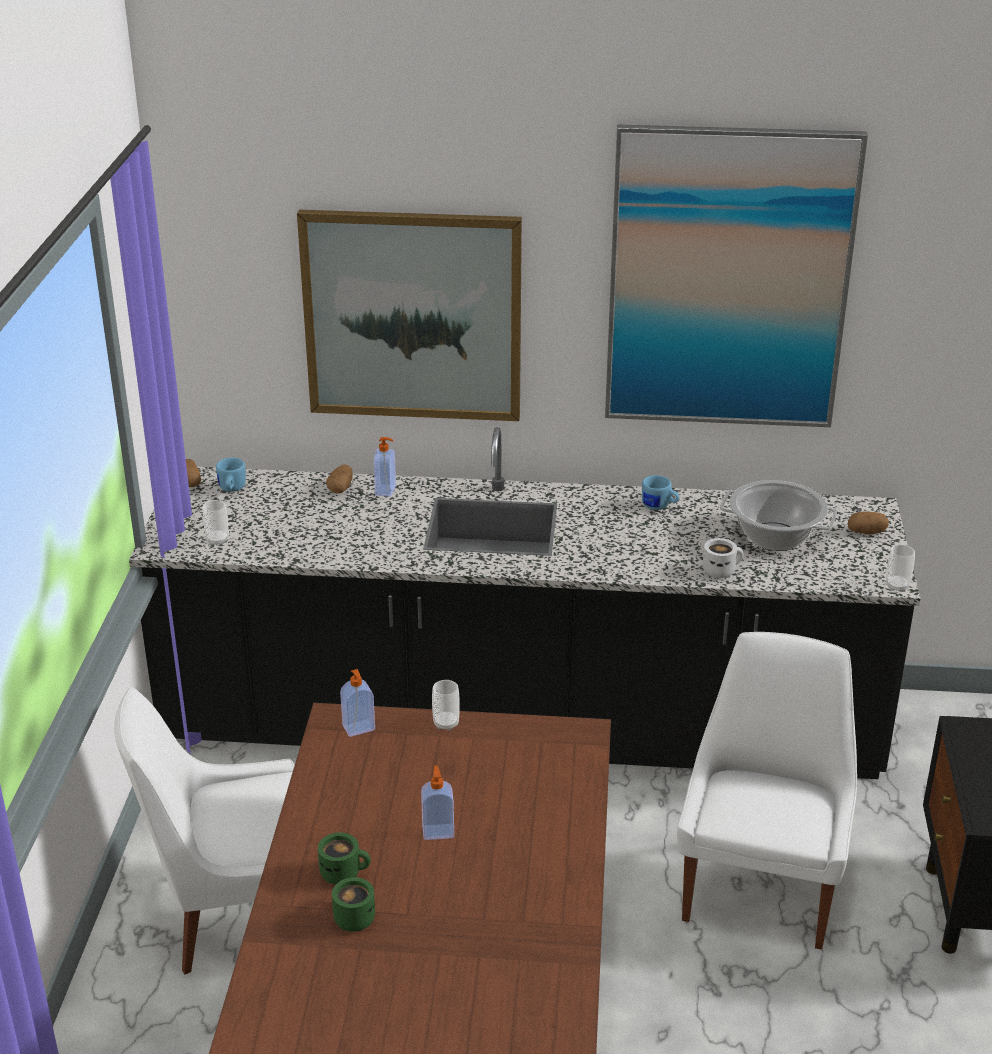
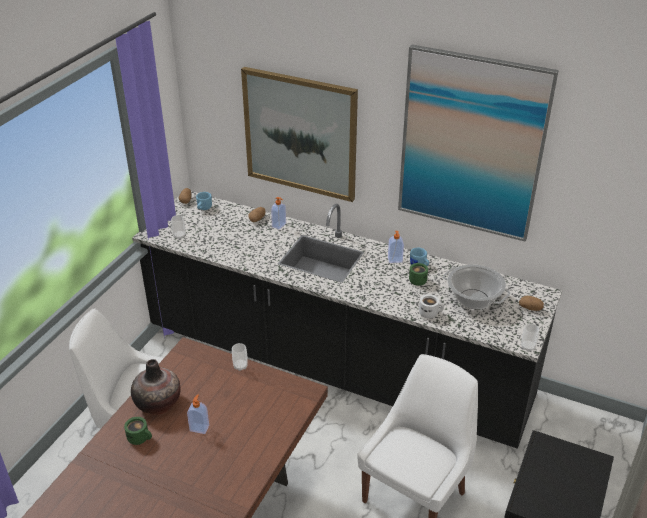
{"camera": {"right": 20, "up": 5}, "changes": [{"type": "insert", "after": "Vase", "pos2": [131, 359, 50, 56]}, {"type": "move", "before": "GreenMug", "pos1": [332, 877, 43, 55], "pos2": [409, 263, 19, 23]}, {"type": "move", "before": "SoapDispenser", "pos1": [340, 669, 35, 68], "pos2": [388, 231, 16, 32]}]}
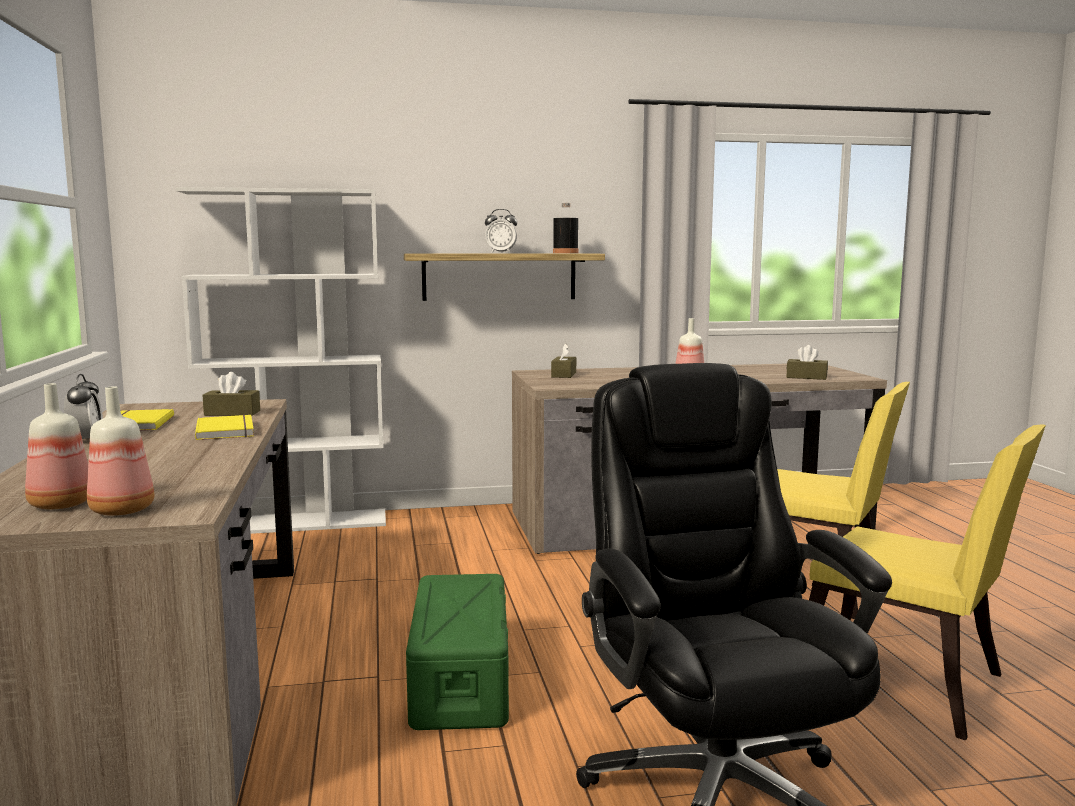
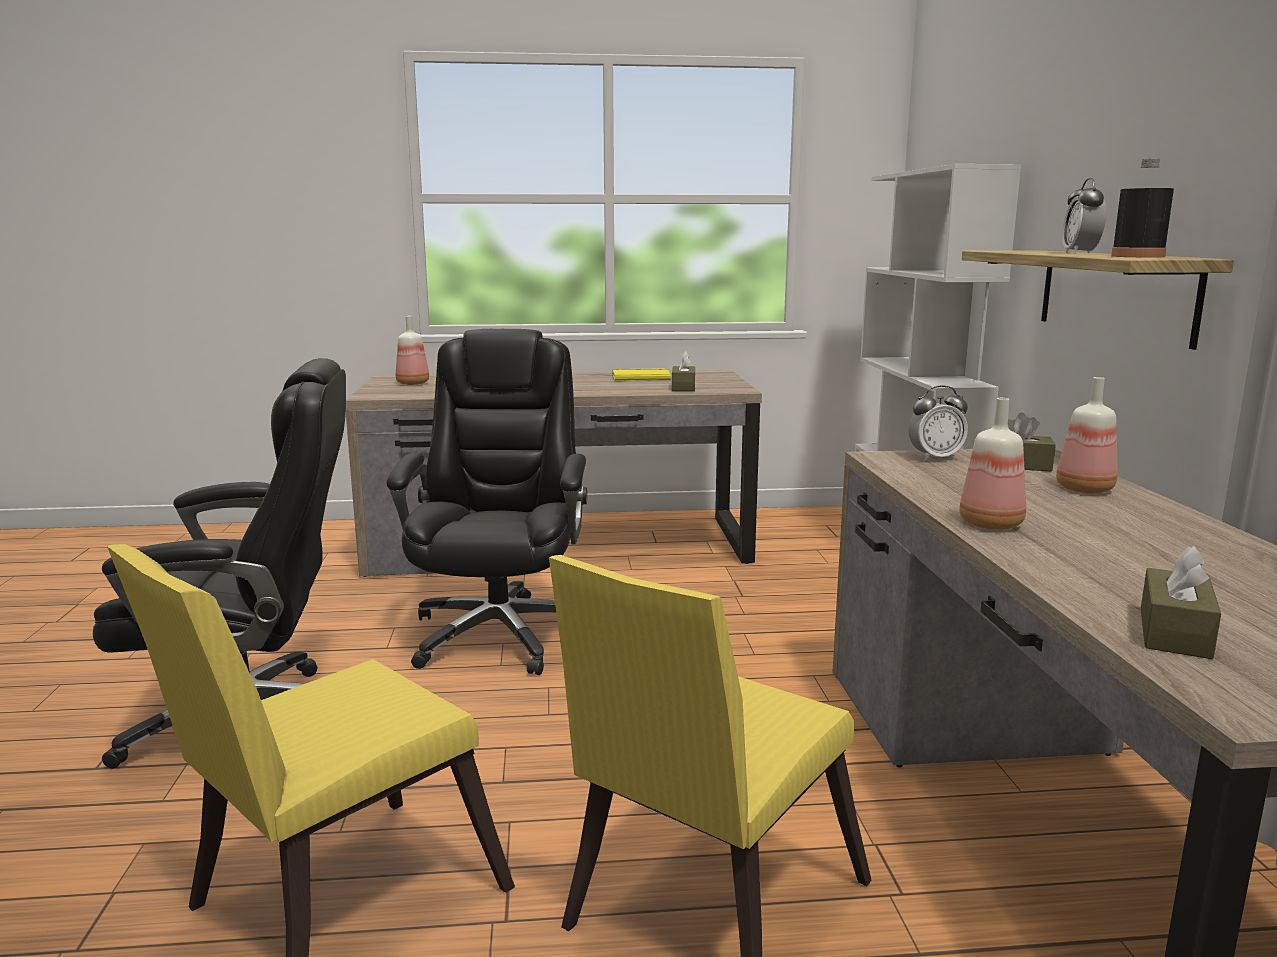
{"camera": {"right": 95, "up": 5}, "changes": [{"type": "delete", "before": "YellowBook", "pos1": [195, 415, 59, 25]}, {"type": "move", "before": "AlarmClock", "pos1": [64, 374, 39, 65], "pos2": [908, 385, 60, 76]}, {"type": "move", "before": "Bottle", "pos1": [87, 386, 67, 130], "pos2": [1056, 377, 61, 116]}, {"type": "replace", "before": "GreenStorageBox", "after": "BlackOfficeChair", "pos1": [406, 574, 103, 156], "pos2": [386, 329, 201, 346]}]}
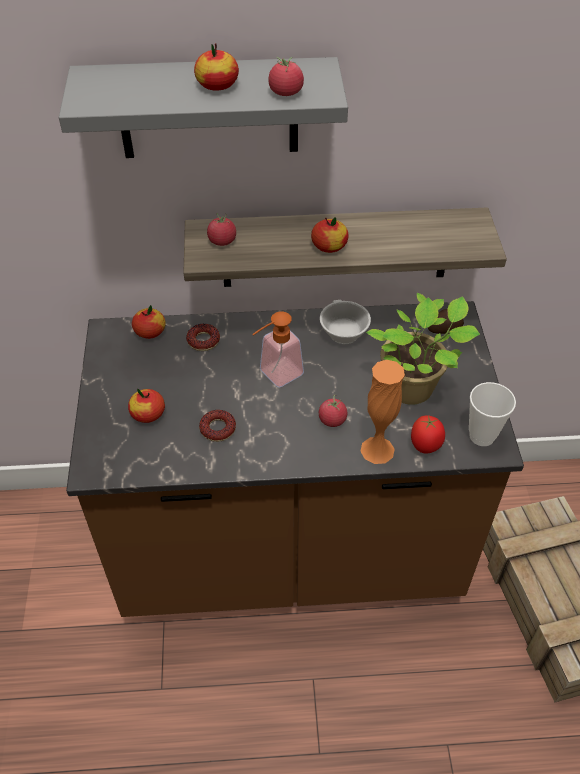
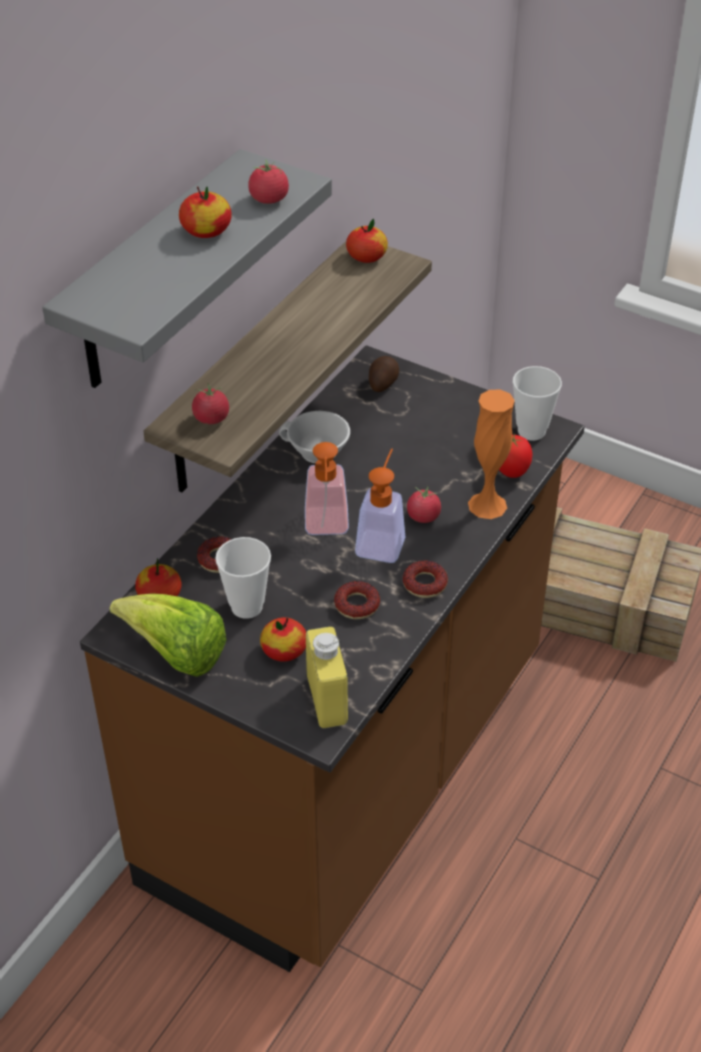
{"camera": {"right": -55, "up": -5}, "changes": [{"type": "delete", "before": "PottedPlant", "pos1": [366, 293, 114, 112]}, {"type": "insert", "after": "Lettuce", "pos2": [110, 593, 117, 84]}, {"type": "insert", "after": "Cup", "pos2": [215, 537, 56, 82]}, {"type": "insert", "after": "YellowBottle", "pos2": [306, 627, 42, 101]}, {"type": "insert", "after": "SoapDispenser", "pos2": [355, 449, 50, 114]}, {"type": "insert", "after": "Donut", "pos2": [403, 560, 45, 38]}, {"type": "move", "before": "Apple", "pos1": [311, 217, 38, 36], "pos2": [346, 219, 42, 44]}]}
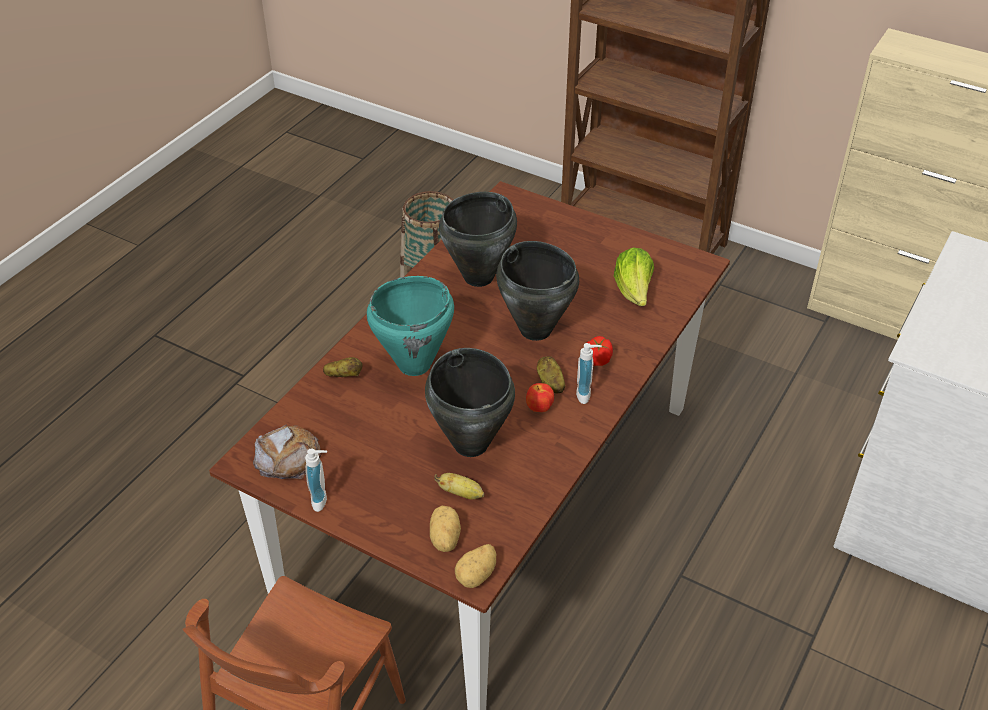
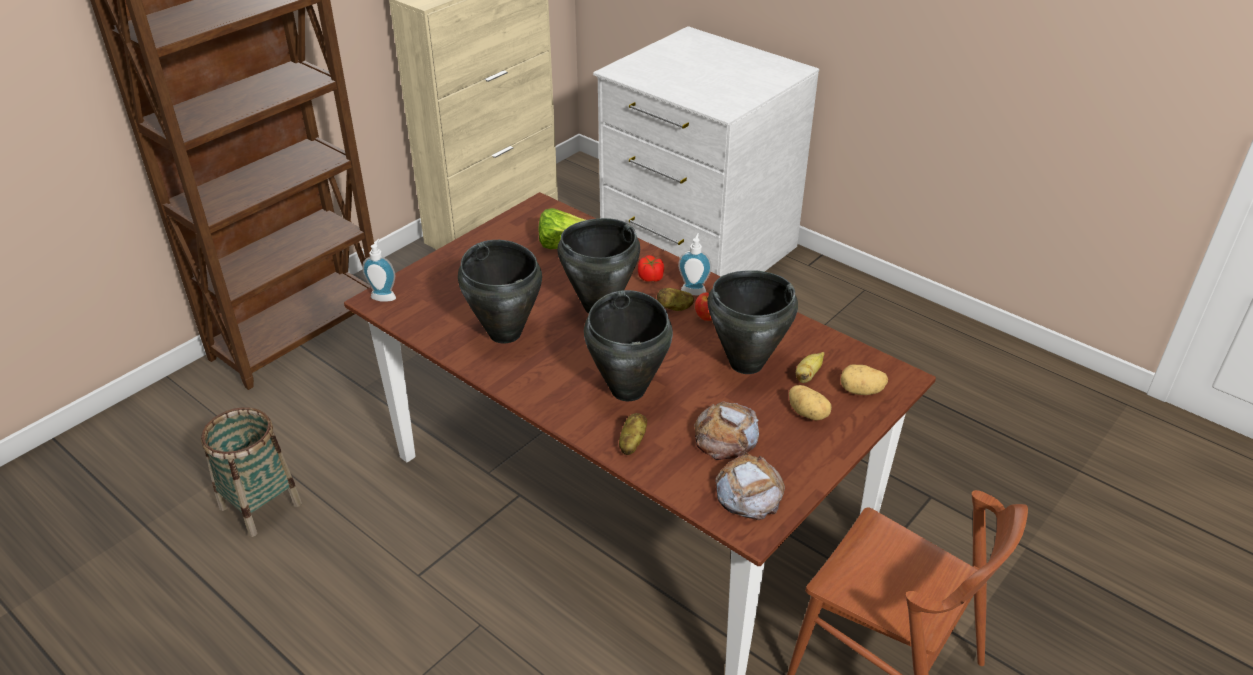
{"camera": {"right": -80, "up": -5}, "changes": [{"type": "insert", "after": "Bread", "pos2": [694, 402, 65, 58]}, {"type": "move", "before": "SoapDispenser", "pos1": [305, 448, 22, 64], "pos2": [362, 239, 34, 63]}, {"type": "move", "before": "Potato", "pos1": [455, 544, 41, 44], "pos2": [789, 385, 43, 35]}, {"type": "recolor", "before": "TurquoiseCookingPot", "after": "BlackCookingPot", "pos1": [367, 276, 87, 100], "pos2": [584, 290, 89, 111]}]}
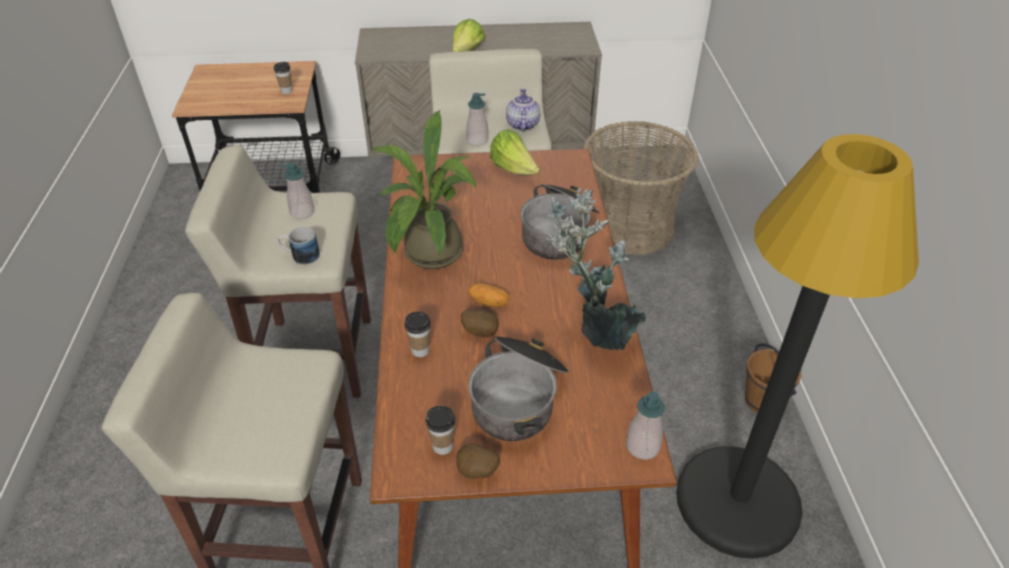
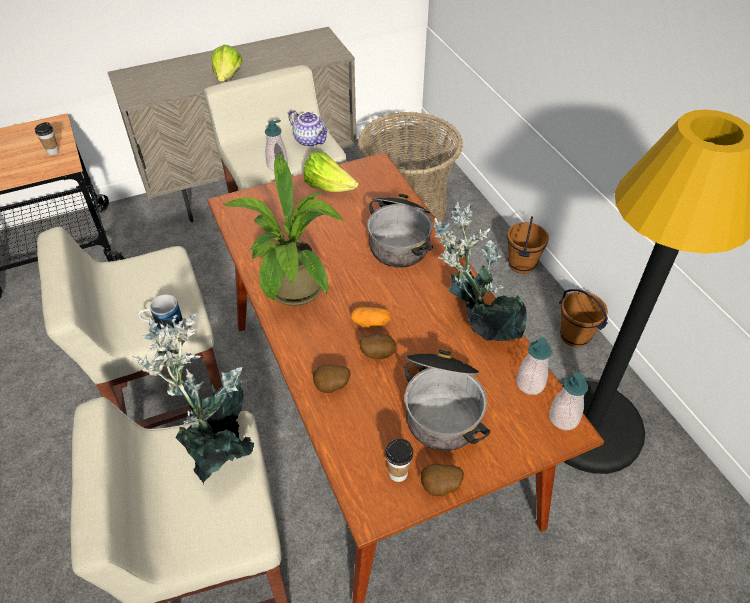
{"camera": {"right": -20, "up": 5}, "changes": [{"type": "insert", "after": "PottedPlant", "pos2": [132, 311, 123, 174]}, {"type": "insert", "after": "BrownBucket", "pos2": [507, 216, 42, 58]}, {"type": "move", "before": "SoapDispenser", "pos1": [281, 162, 34, 57], "pos2": [516, 337, 36, 58]}, {"type": "replace", "before": "Cup", "after": "Potato", "pos1": [404, 312, 27, 45], "pos2": [313, 365, 37, 28]}, {"type": "rotate", "before": "Teapot", "pos1": [506, 88, 35, 43], "pos2": [289, 110, 40, 37], "turn": 150}]}
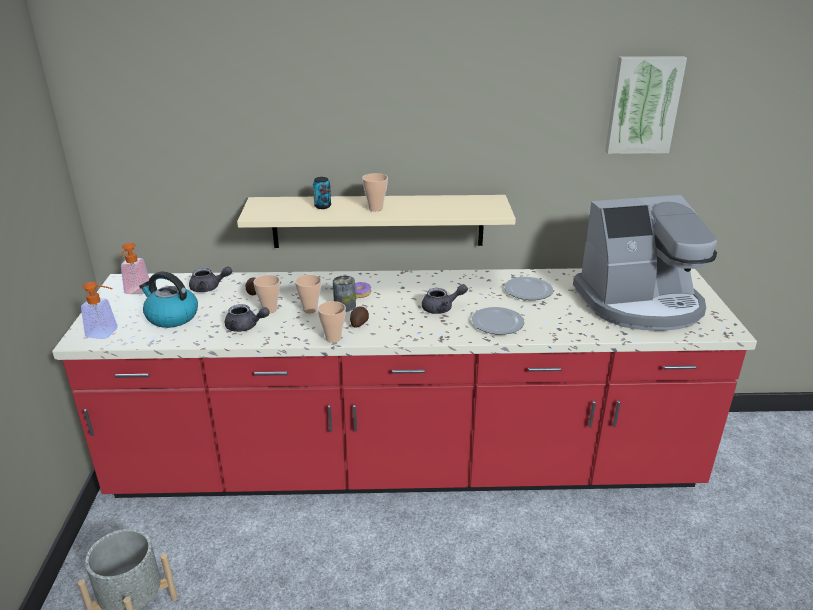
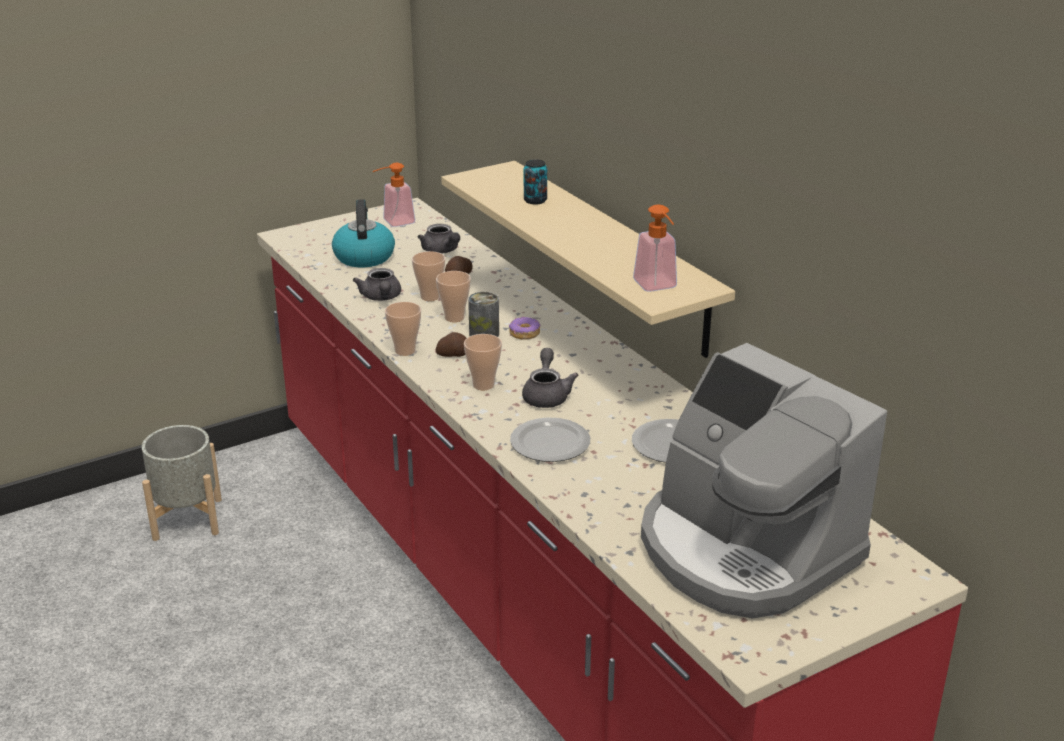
{"camera": {"right": 60, "up": 0}, "changes": [{"type": "delete", "before": "Picture", "pos1": [605, 56, 82, 98]}, {"type": "move", "before": "SoapDispenser", "pos1": [81, 282, 37, 57], "pos2": [633, 205, 44, 87]}, {"type": "move", "before": "Cup", "pos1": [362, 173, 26, 38], "pos2": [464, 334, 38, 56]}, {"type": "rotate", "before": "GreyTeapot", "pos1": [422, 284, 46, 30], "pos2": [522, 348, 57, 60], "turn": -135}]}
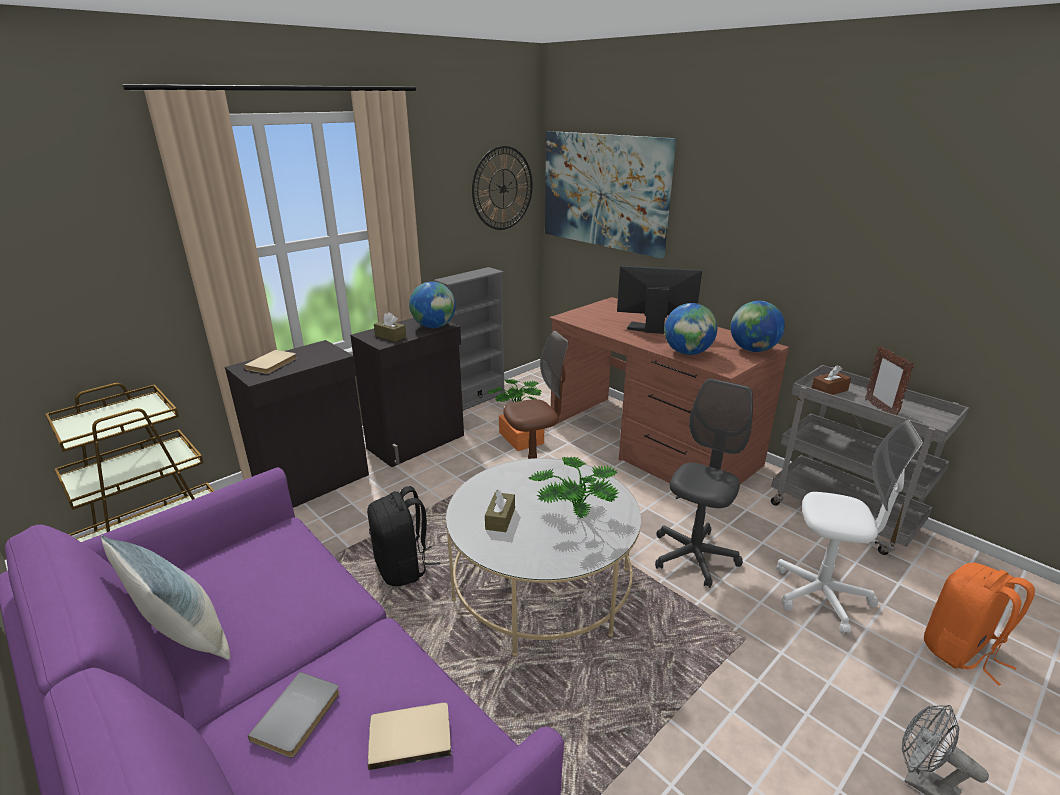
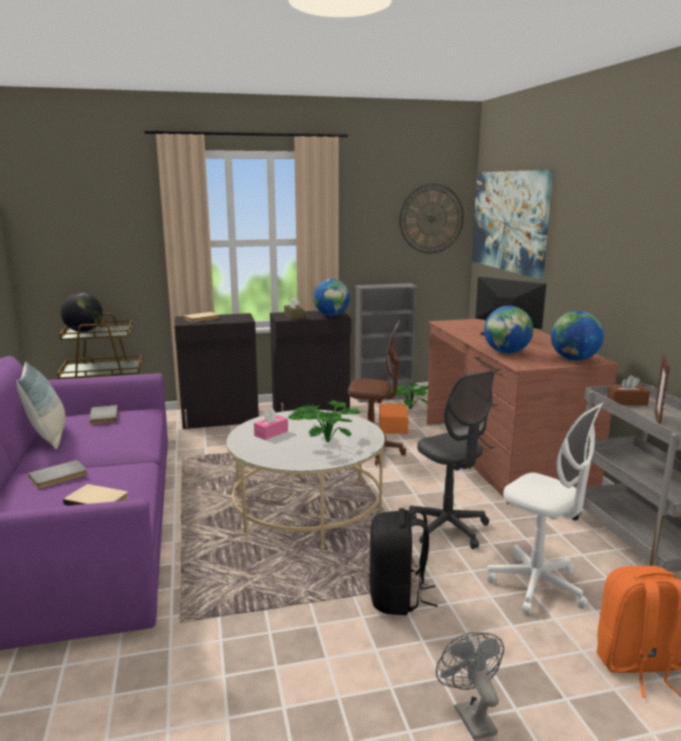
{"camera": {"right": 30, "up": -10}, "changes": [{"type": "insert", "after": "Globe", "pos2": [60, 293, 43, 39]}, {"type": "insert", "after": "GreyBook", "pos2": [89, 405, 29, 19]}, {"type": "move", "before": "BlackBackpack", "pos1": [367, 486, 73, 100], "pos2": [370, 507, 68, 108]}, {"type": "recolor", "before": "BrownTissueBox", "after": "PinkTissueBox", "pos1": [485, 490, 30, 42], "pos2": [254, 408, 34, 32]}, {"type": "rotate", "before": "GreyOfficeChair", "pos1": [655, 378, 98, 210], "pos2": [409, 371, 86, 178], "turn": 90}]}
